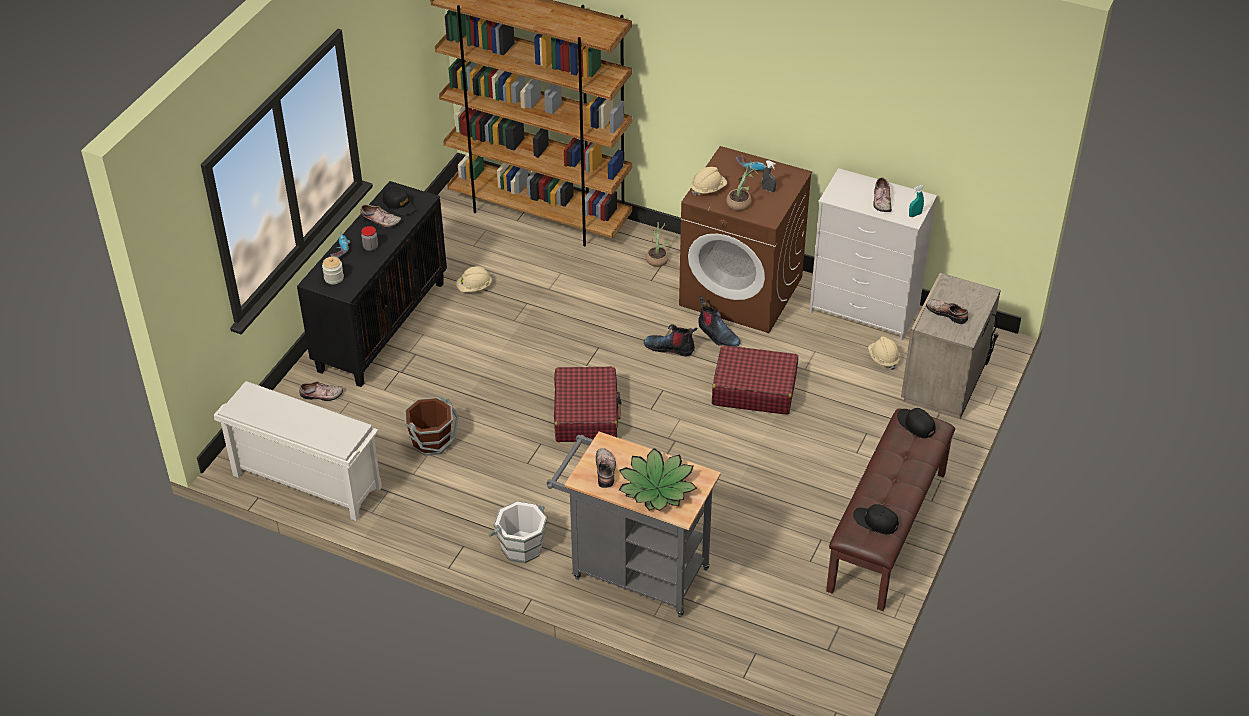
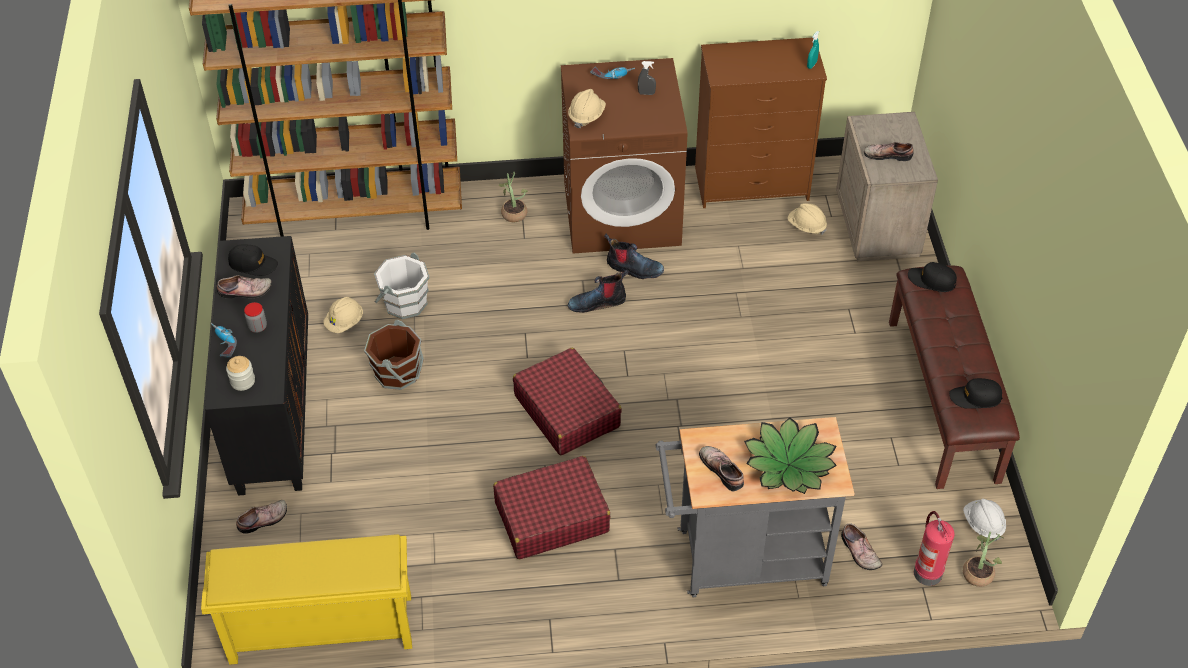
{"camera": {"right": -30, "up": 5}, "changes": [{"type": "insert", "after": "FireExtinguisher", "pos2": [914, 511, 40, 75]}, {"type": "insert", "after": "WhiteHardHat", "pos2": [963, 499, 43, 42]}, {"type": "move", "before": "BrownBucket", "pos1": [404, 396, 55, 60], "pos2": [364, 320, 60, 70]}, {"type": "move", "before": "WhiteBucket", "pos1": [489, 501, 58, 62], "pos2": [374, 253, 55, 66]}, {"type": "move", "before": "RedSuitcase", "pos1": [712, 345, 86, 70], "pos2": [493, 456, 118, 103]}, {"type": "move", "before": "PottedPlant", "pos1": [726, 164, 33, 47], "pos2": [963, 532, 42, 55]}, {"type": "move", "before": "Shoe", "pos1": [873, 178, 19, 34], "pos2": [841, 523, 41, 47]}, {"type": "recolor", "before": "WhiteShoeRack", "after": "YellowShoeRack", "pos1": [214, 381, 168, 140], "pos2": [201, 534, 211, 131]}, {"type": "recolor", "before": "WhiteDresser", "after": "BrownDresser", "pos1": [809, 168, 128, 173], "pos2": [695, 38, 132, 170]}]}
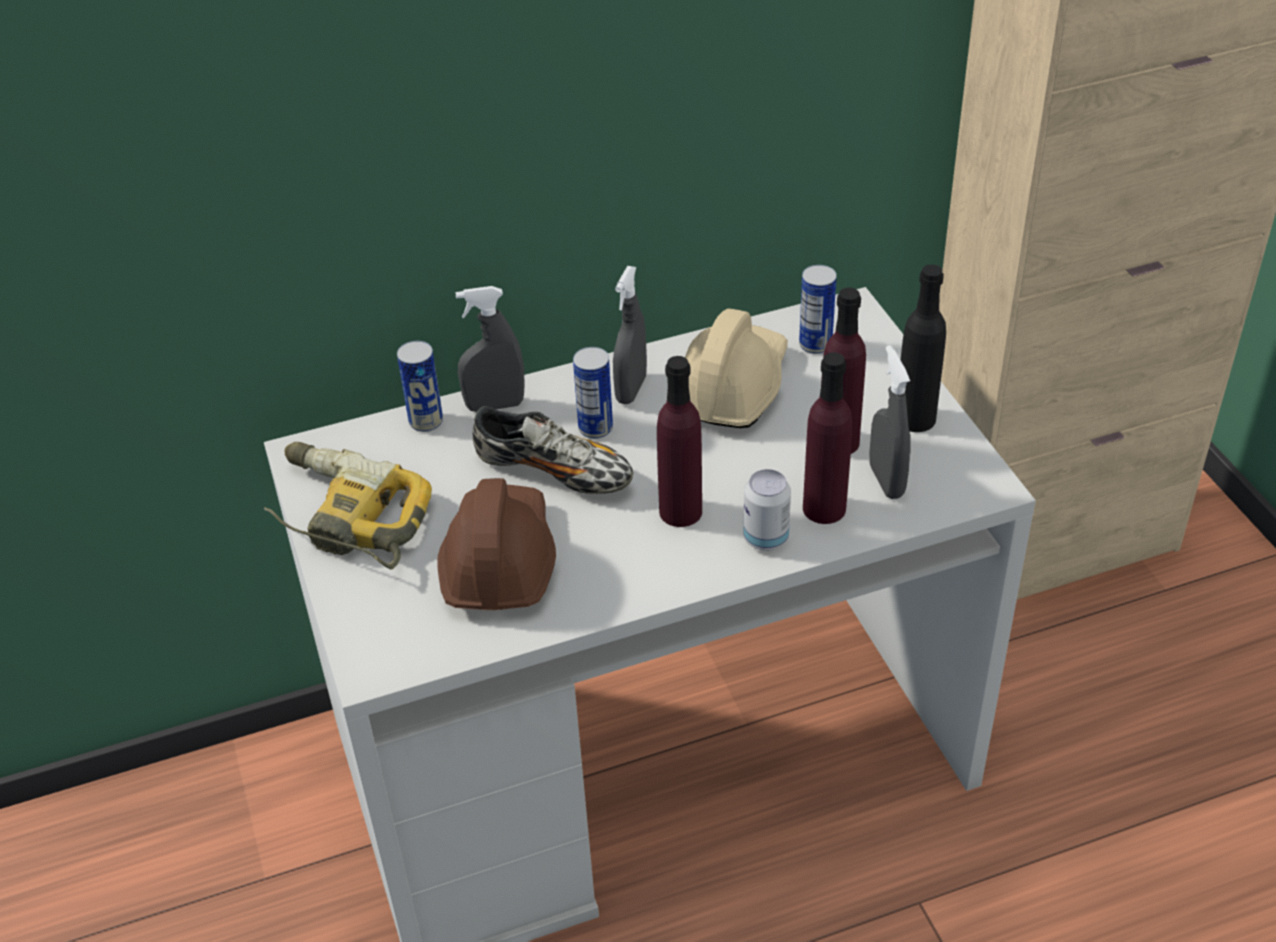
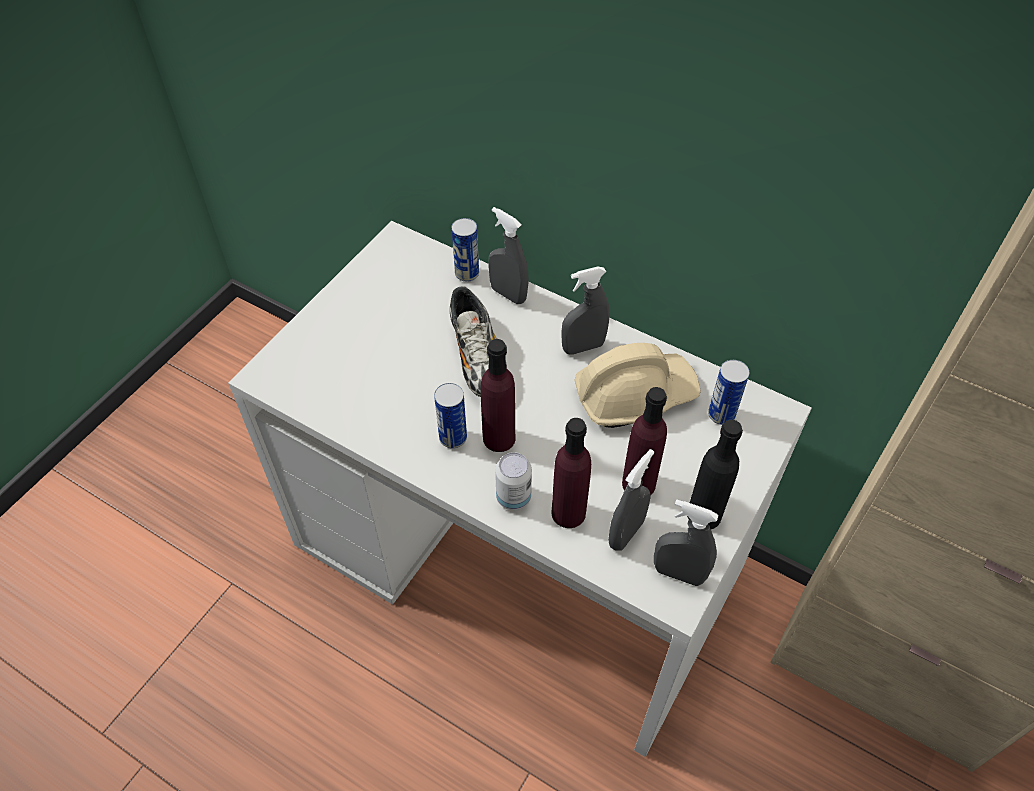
{"camera": {"right": 50, "up": 10}, "changes": [{"type": "delete", "before": "PowerDrill", "pos1": [264, 442, 168, 127]}, {"type": "delete", "before": "BrownHardHat", "pos1": [437, 478, 119, 132]}, {"type": "insert", "after": "GreySprayBottle", "pos2": [654, 499, 65, 87]}, {"type": "move", "before": "Can", "pos1": [573, 347, 40, 92], "pos2": [434, 383, 33, 66]}]}
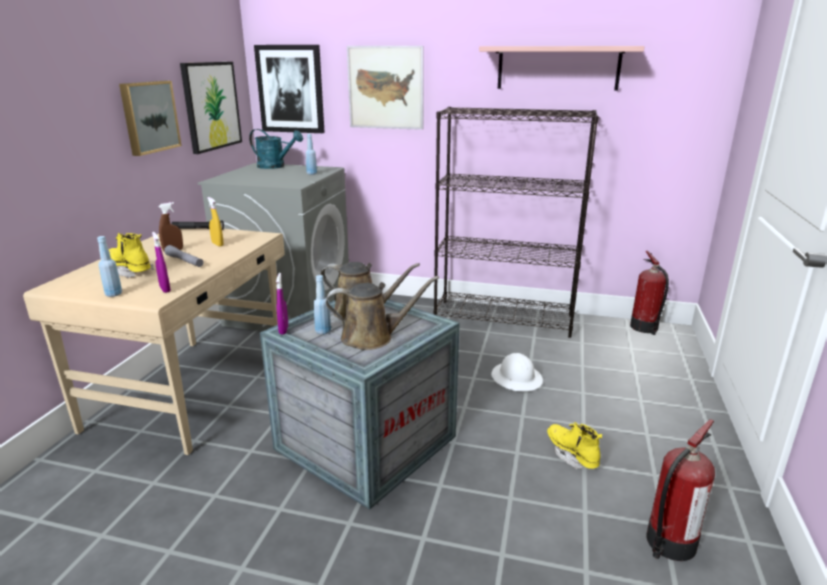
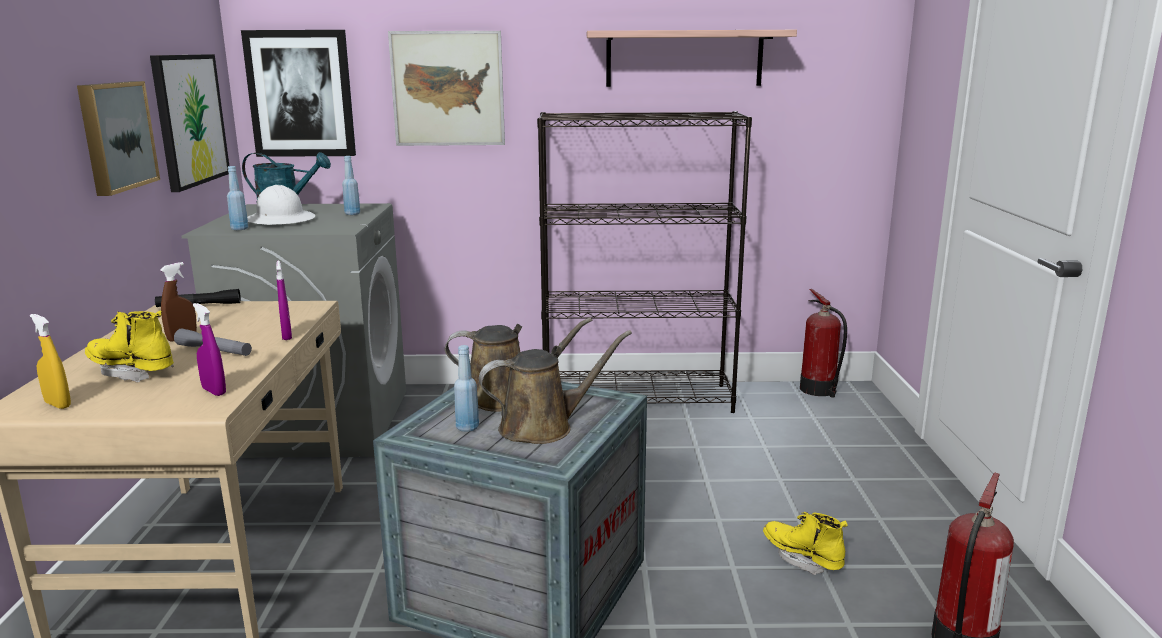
{"camera": {"right": -15, "up": -5}, "changes": [{"type": "move", "before": "BlueBottle", "pos1": [97, 236, 25, 61], "pos2": [227, 166, 21, 64]}, {"type": "move", "before": "YellowSprayBottle", "pos1": [207, 197, 17, 49], "pos2": [30, 314, 41, 95]}, {"type": "move", "before": "PurpleSprayBottle", "pos1": [276, 273, 12, 61], "pos2": [276, 261, 16, 79]}, {"type": "move", "before": "WhiteHardHat", "pos1": [491, 353, 52, 38], "pos2": [247, 185, 68, 40]}]}
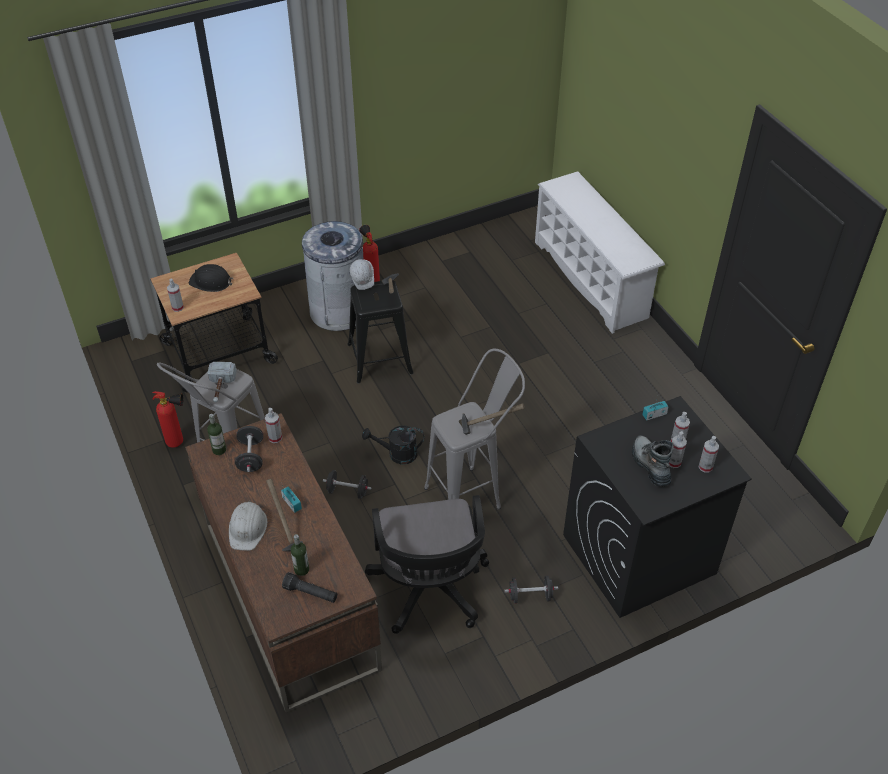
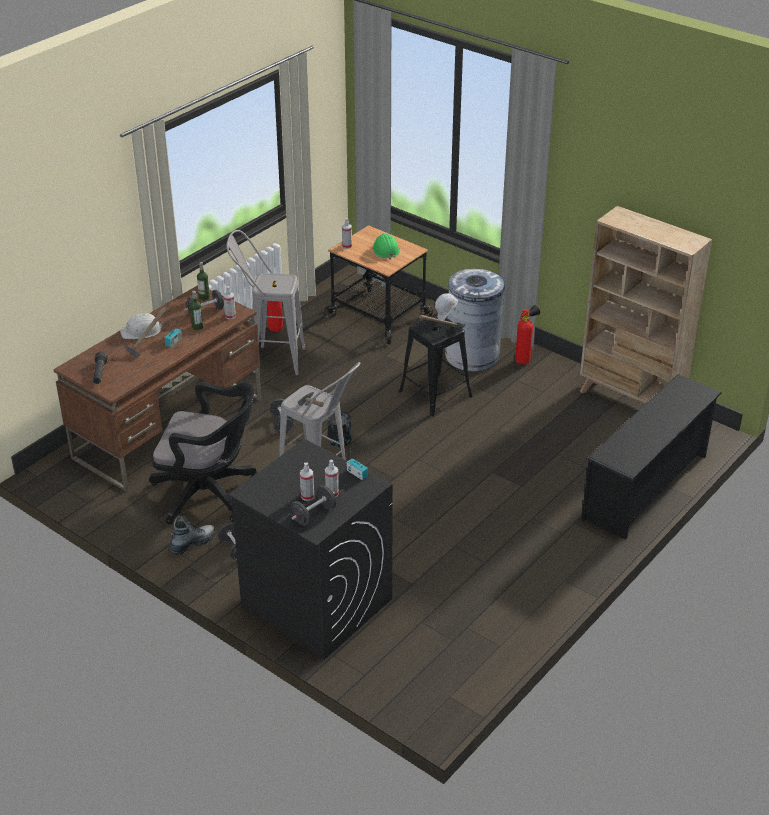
{"camera": {"right": 65, "up": -10}, "changes": [{"type": "delete", "before": "Hammer", "pos1": [208, 362, 29, 40]}, {"type": "insert", "after": "BeigeBookcase", "pos2": [580, 206, 132, 199]}, {"type": "move", "before": "Bottle", "pos1": [291, 534, 18, 42], "pos2": [190, 291, 13, 39]}, {"type": "move", "before": "Boot", "pos1": [632, 435, 42, 52], "pos2": [168, 516, 47, 39]}, {"type": "replace", "before": "SprayBottle", "after": "BlackDumbbell", "pos1": [699, 436, 20, 37], "pos2": [291, 485, 45, 41]}, {"type": "recolor", "before": "BlackHardHat", "after": "GreenHardHat", "pos1": [189, 264, 44, 28], "pos2": [373, 234, 27, 25]}, {"type": "recolor", "before": "WhiteShoeRack", "after": "BlackShoeRack", "pos1": [535, 171, 130, 163], "pos2": [581, 374, 141, 166]}, {"type": "rotate", "before": "BlackOfficeChair", "pos1": [365, 495, 124, 139], "pos2": [149, 382, 108, 143], "turn": -135}]}
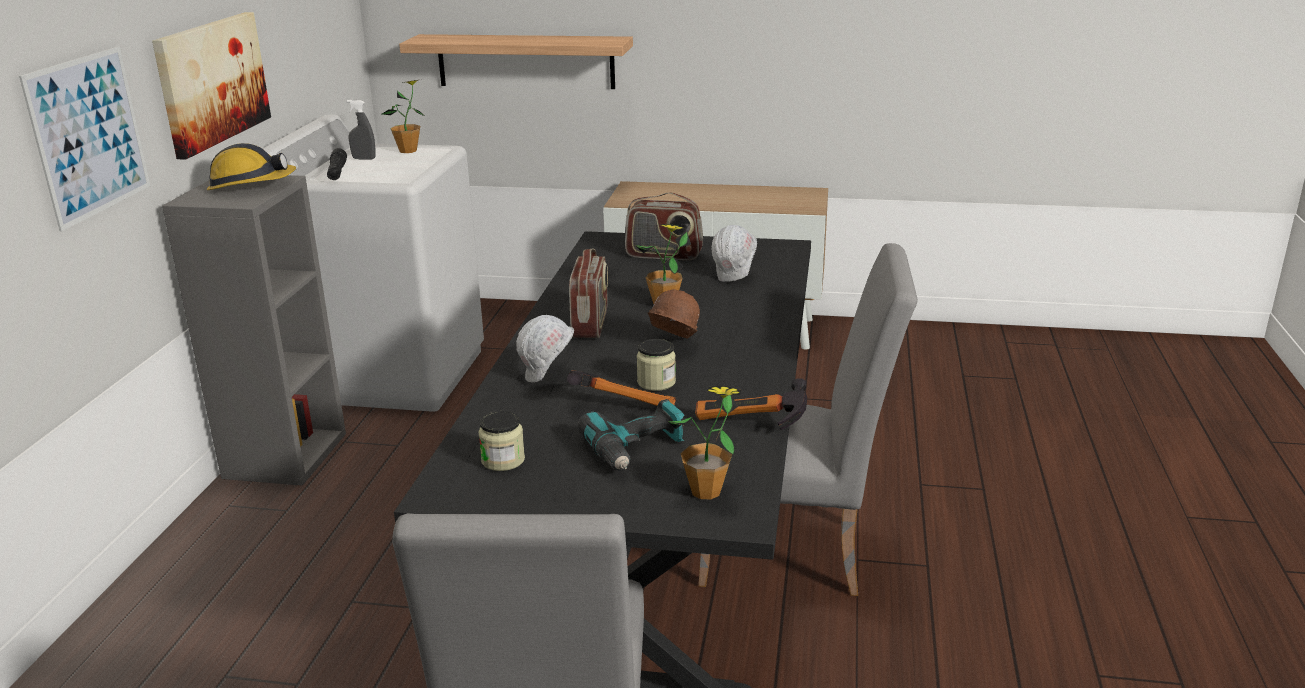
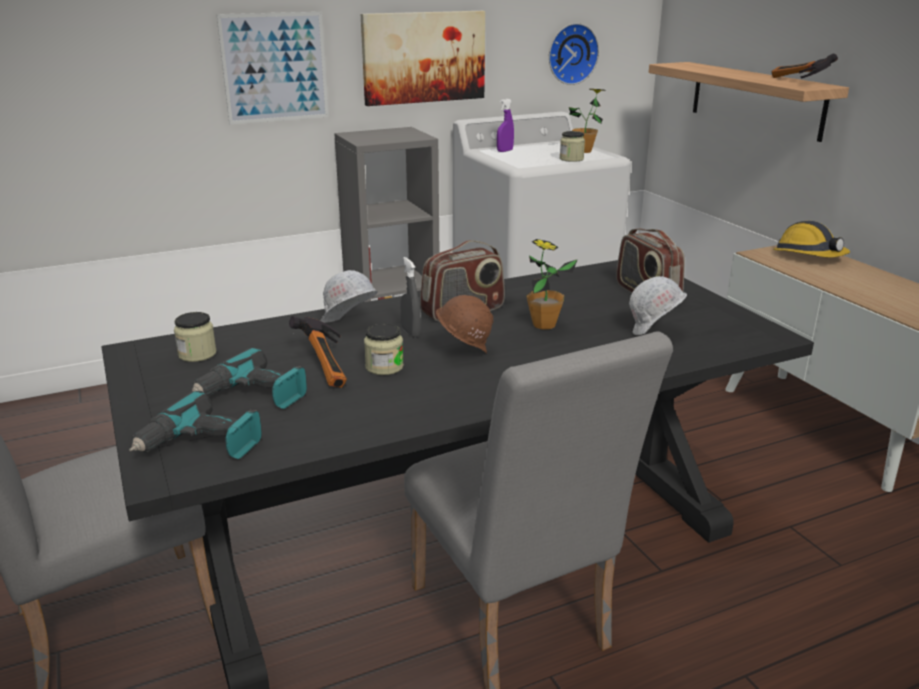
{"camera": {"right": 55, "up": 0}, "changes": [{"type": "insert", "after": "WallClock", "pos2": [549, 23, 50, 62]}, {"type": "insert", "after": "Jar", "pos2": [560, 131, 25, 31]}, {"type": "move", "before": "HardHat", "pos1": [207, 143, 89, 47], "pos2": [773, 221, 77, 36]}, {"type": "move", "before": "GreySprayBottle", "pos1": [347, 100, 28, 60], "pos2": [400, 257, 21, 81]}, {"type": "move", "before": "Hammer", "pos1": [695, 379, 112, 51], "pos2": [772, 54, 66, 24]}, {"type": "replace", "before": "BlackFlashlight", "after": "PurpleSprayBottle", "pos1": [327, 148, 20, 32], "pos2": [497, 99, 17, 53]}, {"type": "replace", "before": "PottedPlant", "after": "PowerDrill", "pos1": [668, 386, 74, 113], "pos2": [129, 391, 133, 68]}]}
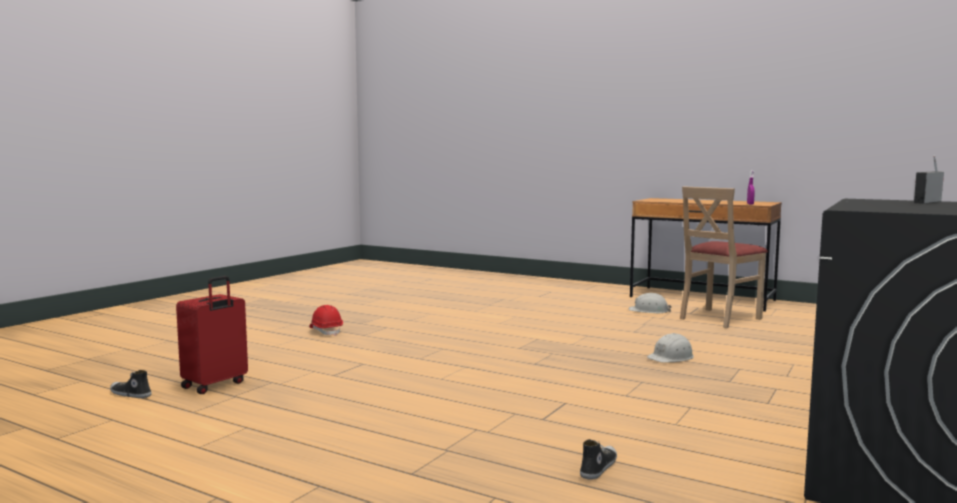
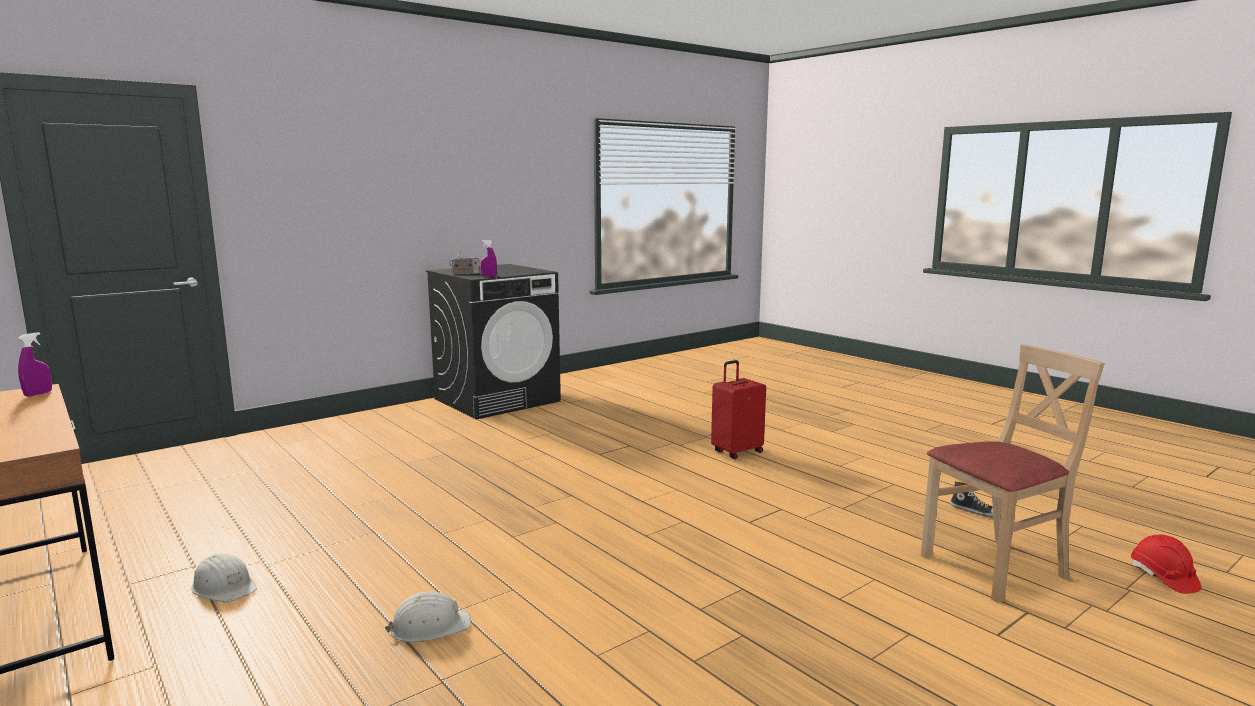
{"camera": {"right": -160, "up": 5}, "changes": [{"type": "delete", "before": "Shoe", "pos1": [580, 439, 37, 41]}, {"type": "insert", "after": "PurpleSprayBottle", "pos2": [481, 240, 16, 37]}, {"type": "move", "before": "RedSuitcase", "pos1": [176, 276, 72, 118], "pos2": [711, 360, 55, 99]}, {"type": "move", "before": "RedHardHat", "pos1": [309, 305, 34, 31], "pos2": [1131, 534, 70, 60]}, {"type": "move", "before": "WhiteHardHat", "pos1": [647, 333, 47, 30], "pos2": [385, 591, 86, 51]}, {"type": "move", "before": "BeigeChair", "pos1": [680, 186, 88, 142], "pos2": [921, 344, 183, 259]}]}
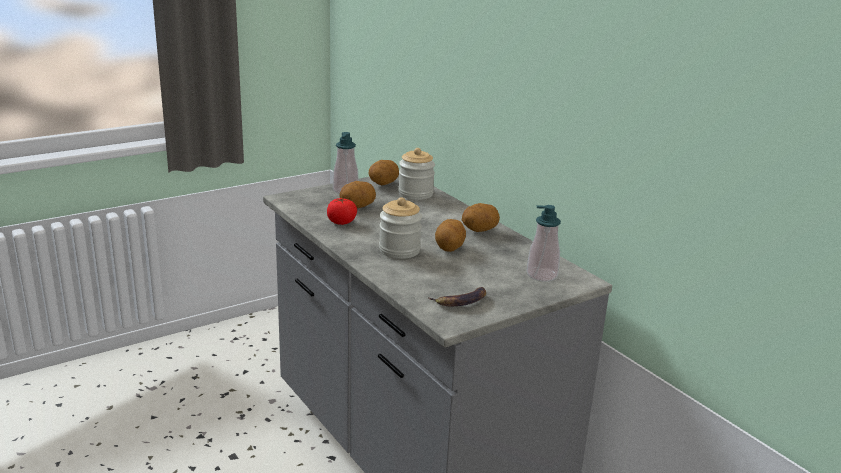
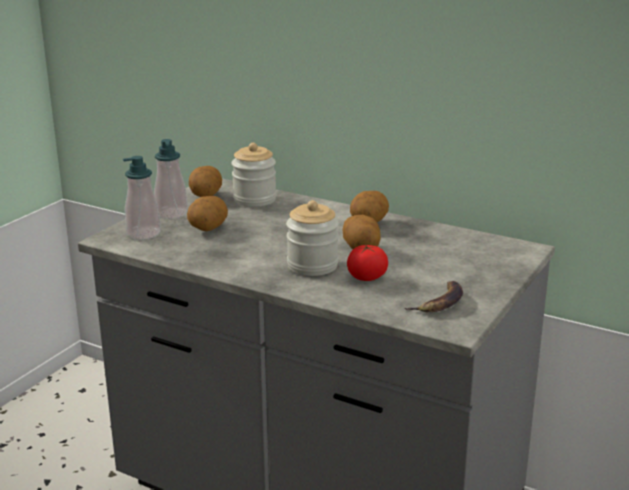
{"camera": {"right": -25, "up": 0}, "changes": [{"type": "move", "before": "Tomato", "pos1": [327, 198, 30, 27], "pos2": [347, 244, 41, 37]}, {"type": "move", "before": "SoapDispenser", "pos1": [526, 205, 35, 77], "pos2": [123, 156, 38, 84]}]}
